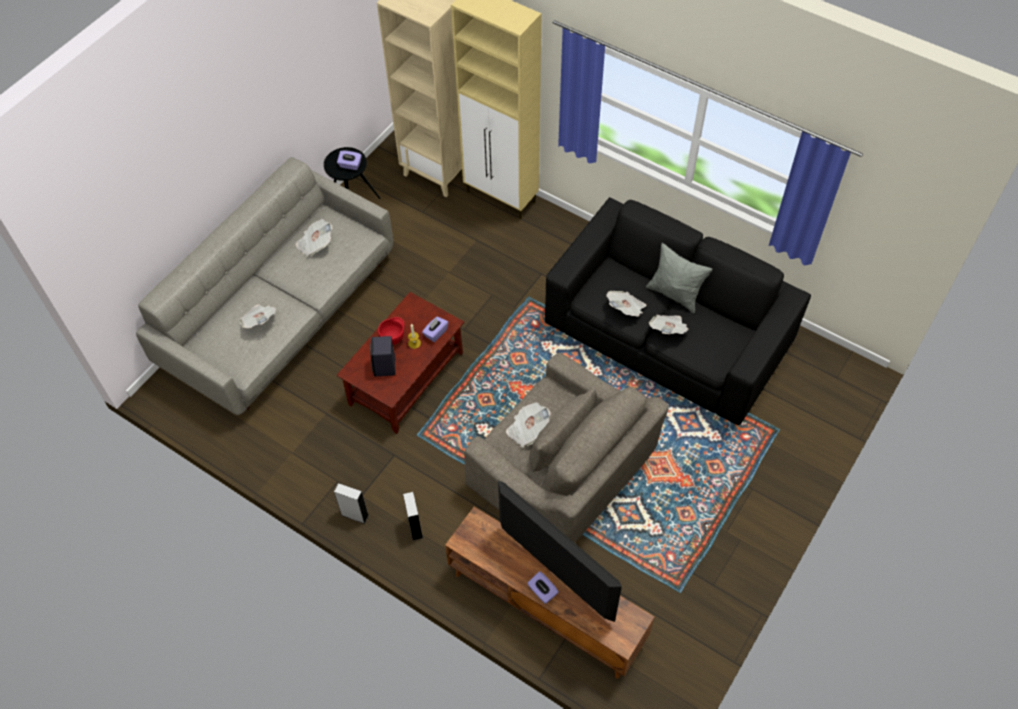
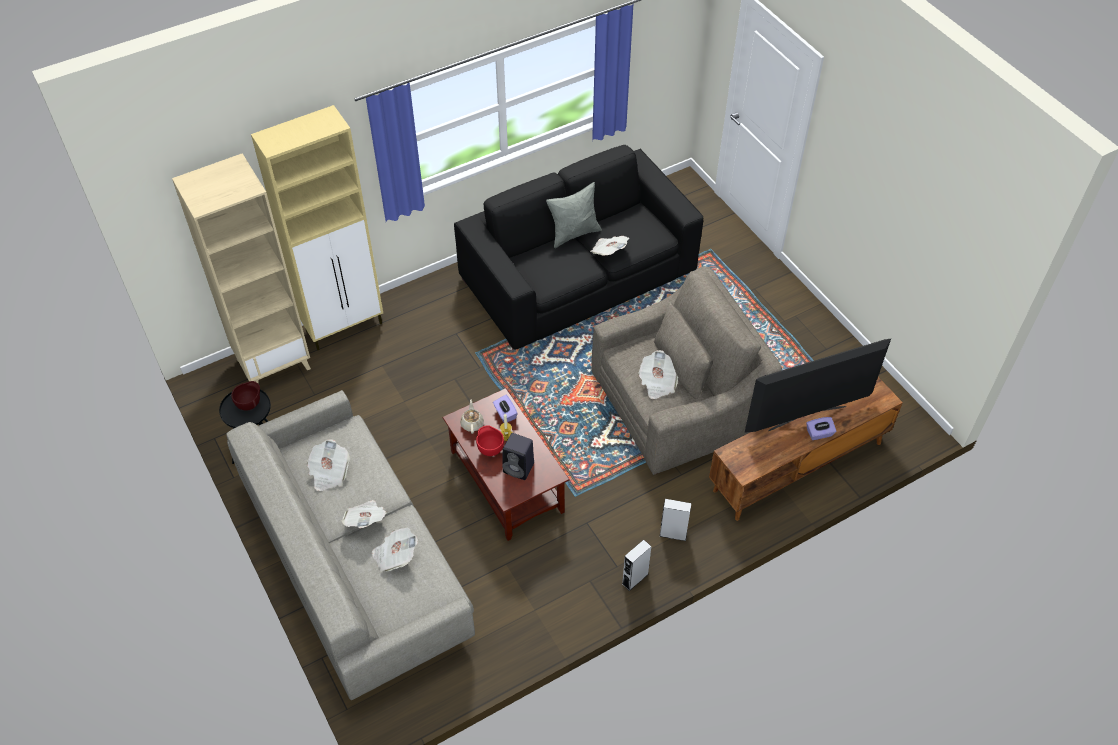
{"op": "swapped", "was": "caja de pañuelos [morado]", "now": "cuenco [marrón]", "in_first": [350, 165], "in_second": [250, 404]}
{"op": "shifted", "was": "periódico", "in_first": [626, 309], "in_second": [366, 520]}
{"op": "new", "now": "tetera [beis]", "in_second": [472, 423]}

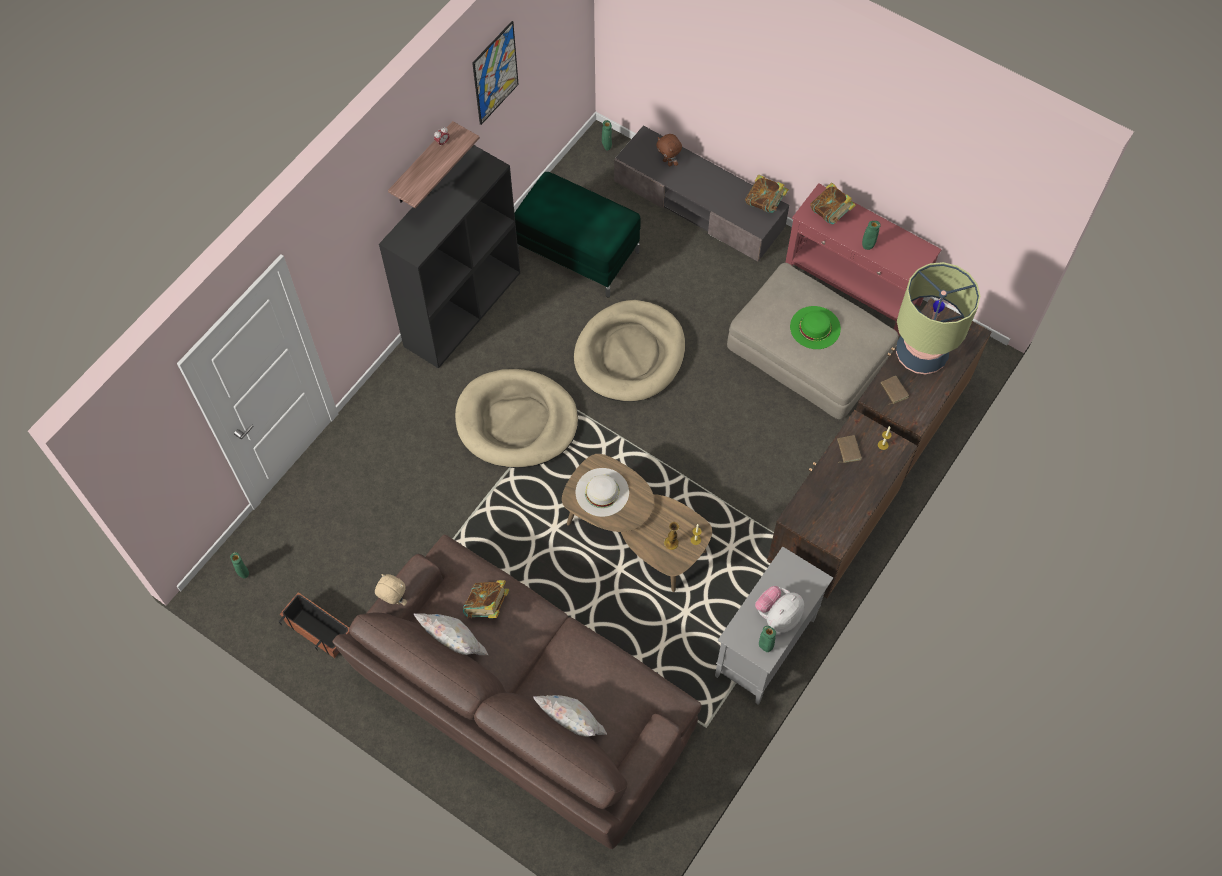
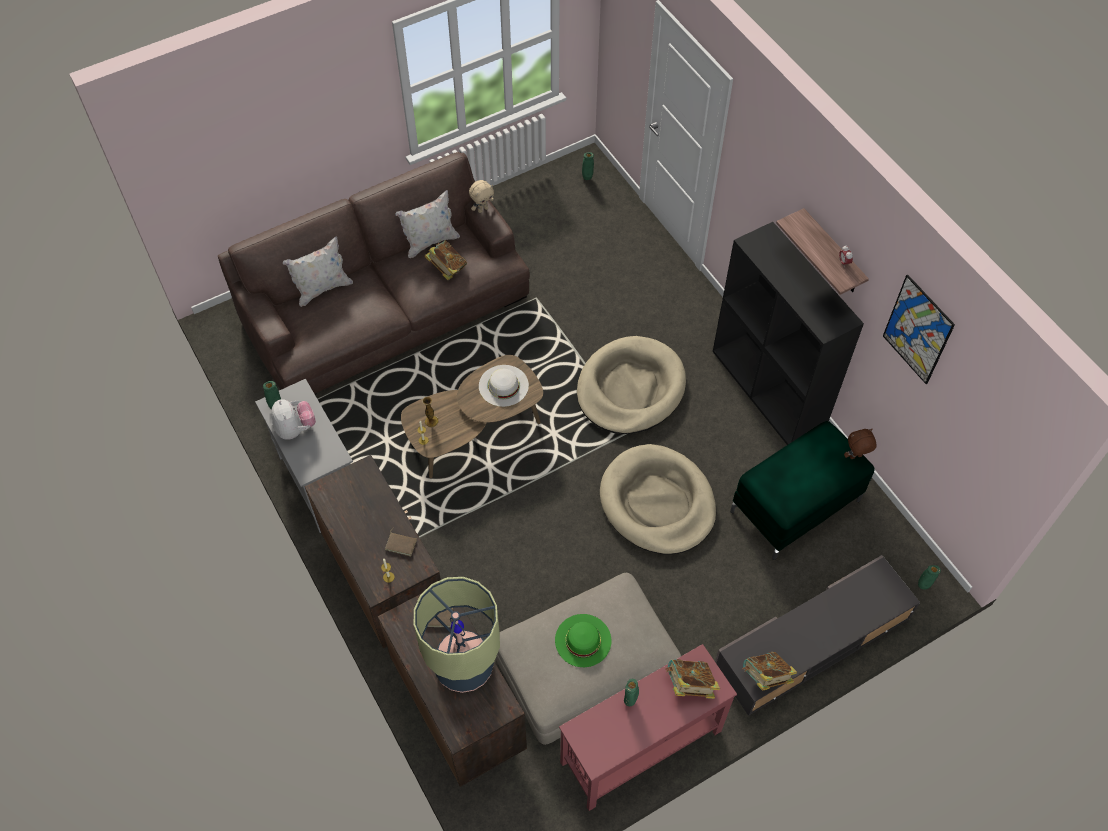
{"op": "gone", "was": "maceta", "in_first": [319, 631]}
{"op": "shifted", "was": "peluche [marrón]", "in_first": [668, 162], "in_second": [855, 457]}

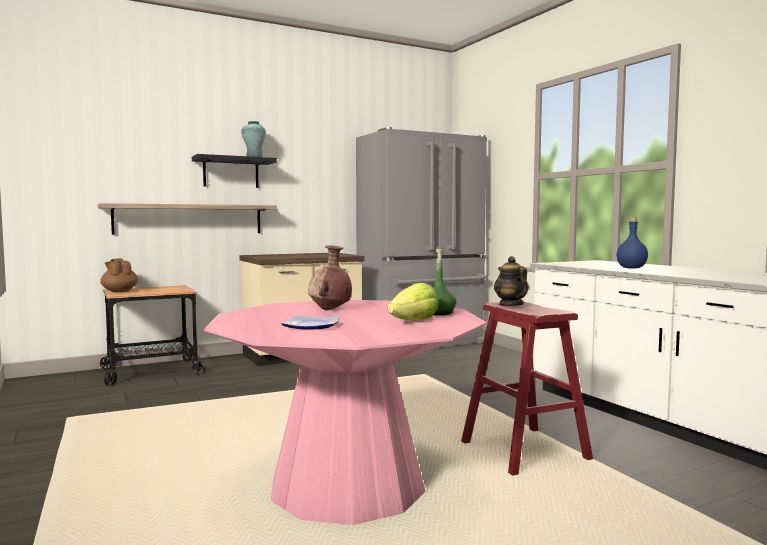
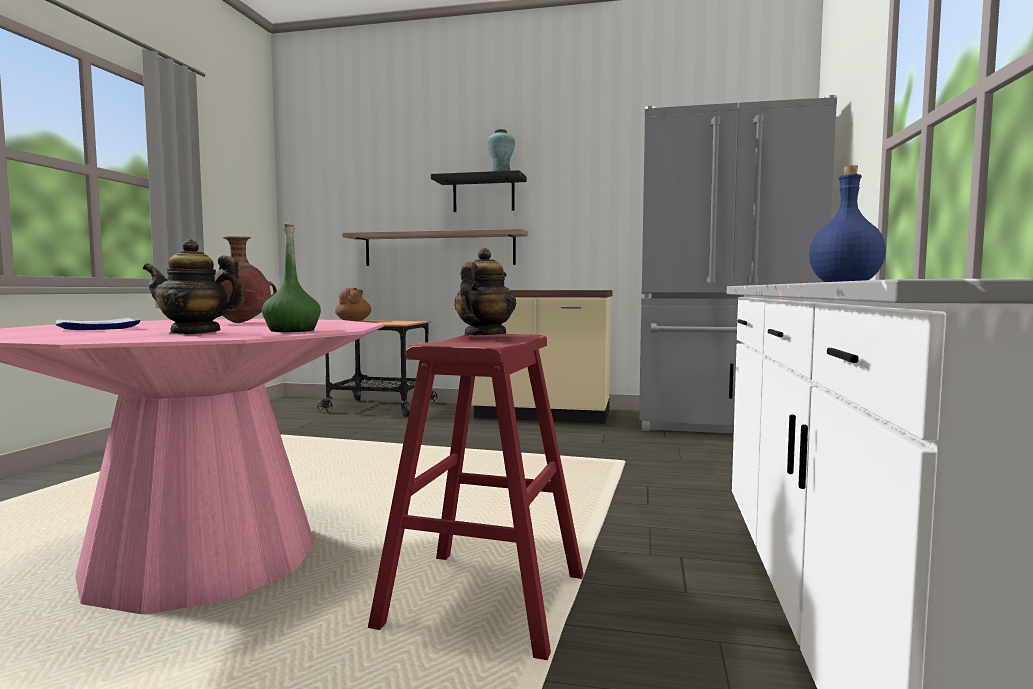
{"op": "swapped", "was": "lechuga", "now": "tetera", "in_first": [414, 321], "in_second": [195, 333]}

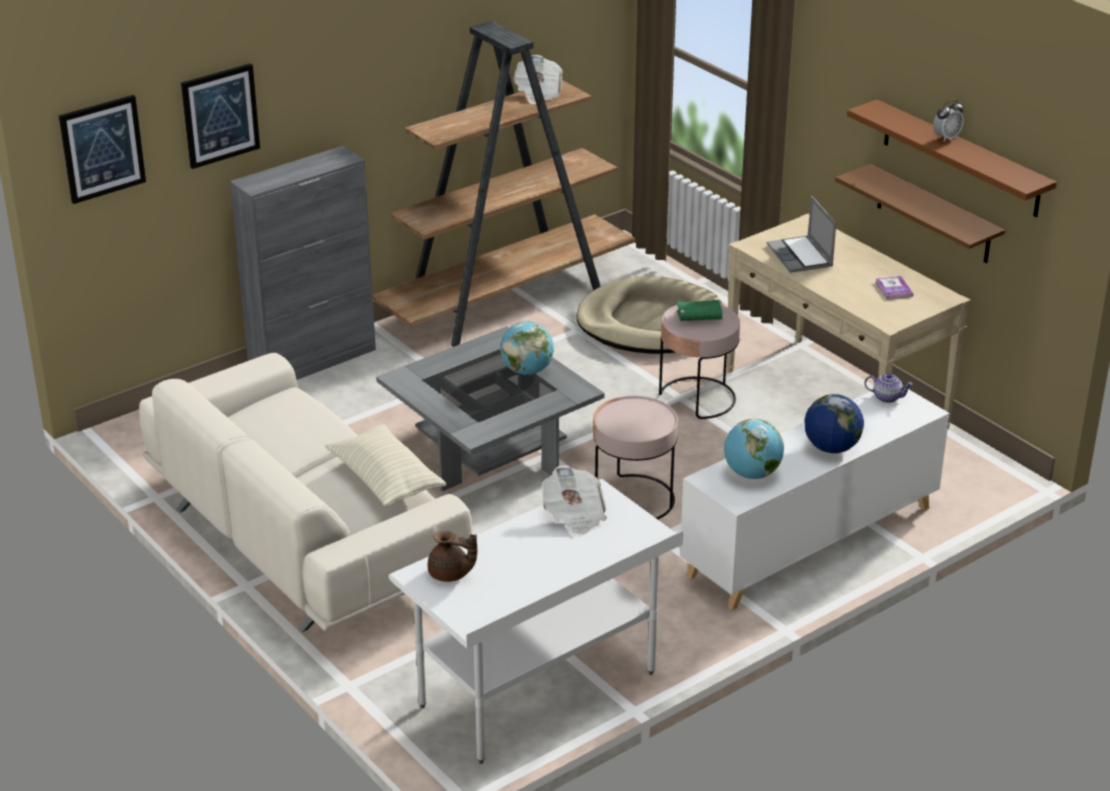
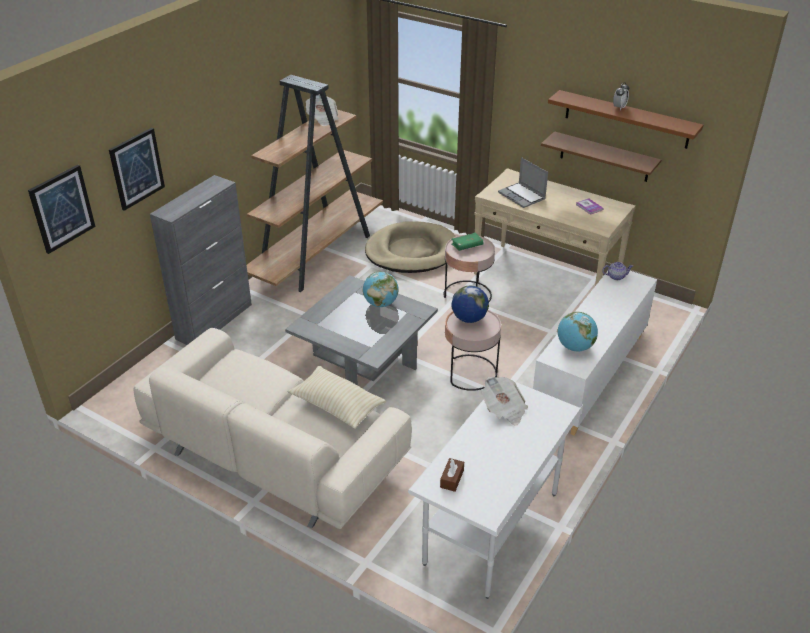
{"op": "swapped", "was": "tetera [marrón]", "now": "caja de pañuelos [marrón]", "in_first": [450, 574], "in_second": [452, 479]}
{"op": "shifted", "was": "globo terráqueo", "in_first": [831, 448], "in_second": [469, 319]}

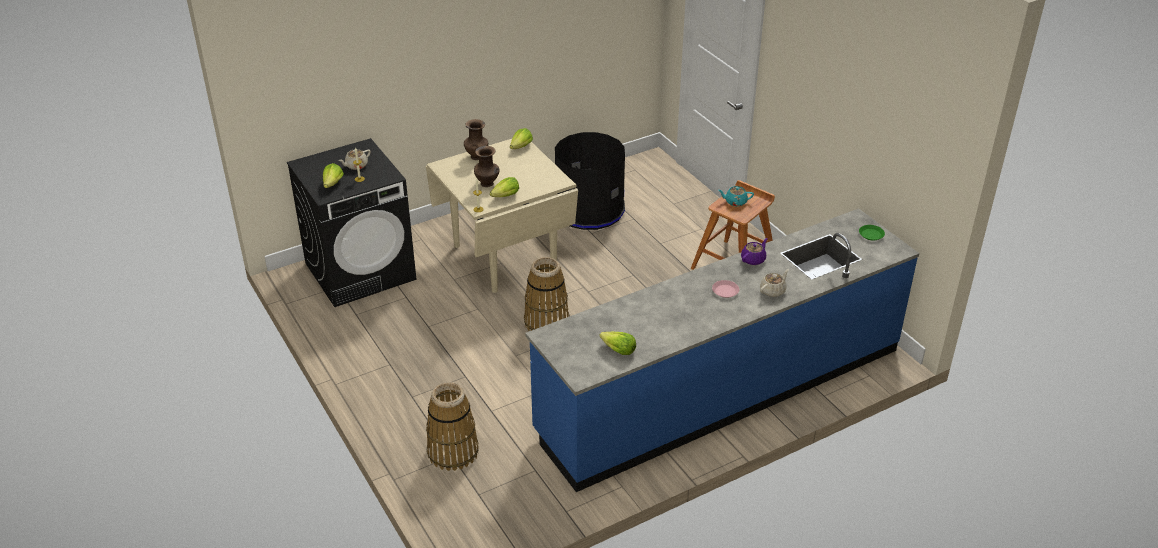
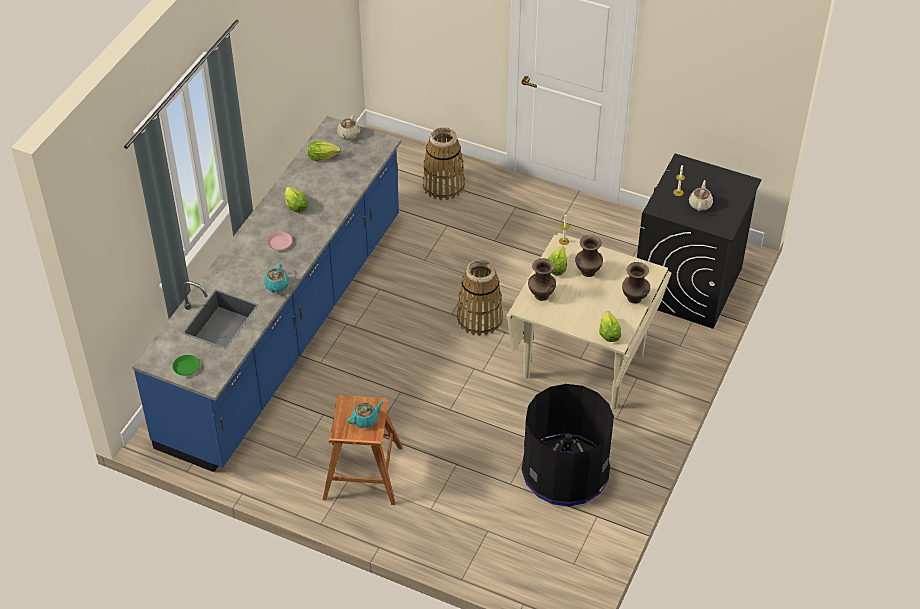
{"op": "shifted", "was": "lechuga", "in_first": [333, 184], "in_second": [295, 206]}
{"op": "repainted", "was": "tetera [morado]", "now": "tetera [turquesa]", "in_first": [753, 259], "in_second": [277, 286]}
{"op": "shifted", "was": "tetera [beis]", "in_first": [773, 291], "in_second": [348, 134]}
{"op": "new", "now": "florero [marrón]", "in_second": [541, 295]}

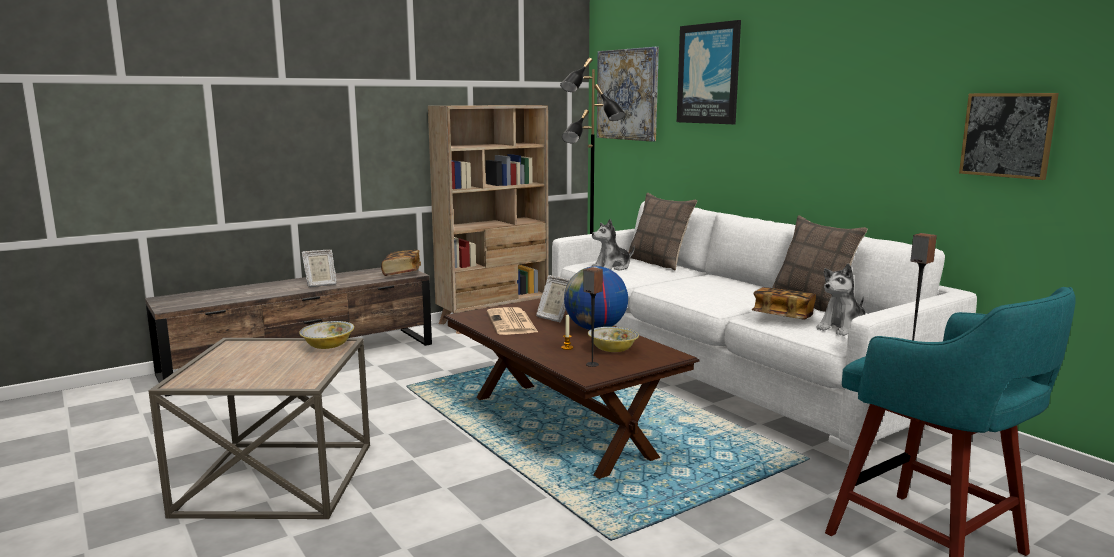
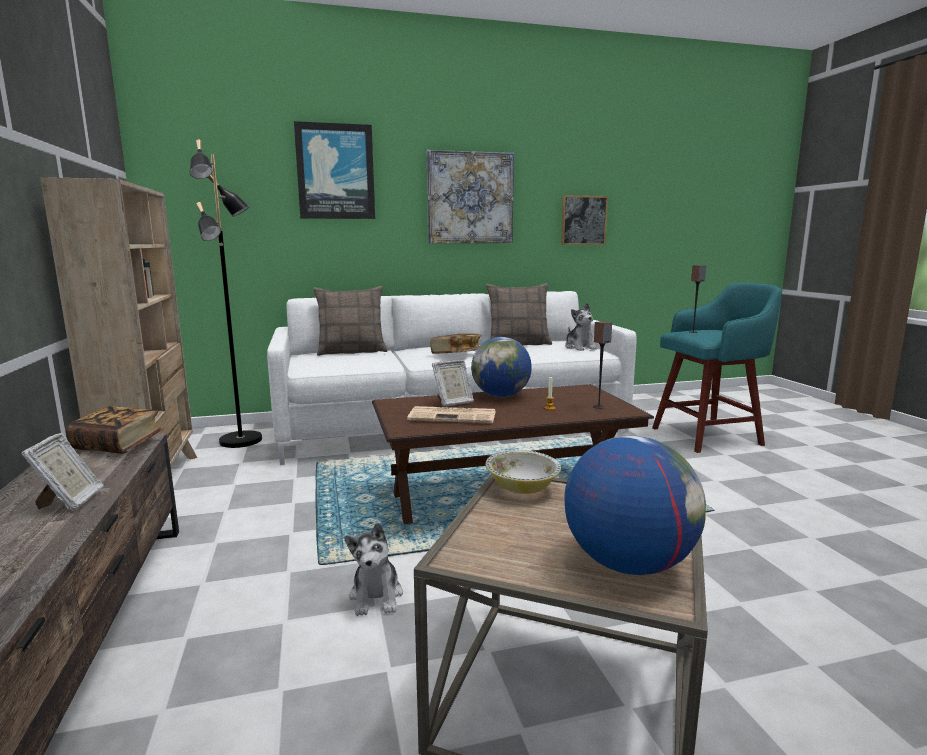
{"op": "gone", "was": "cuenco", "in_first": [612, 350]}
{"op": "shifted", "was": "peluche", "in_first": [612, 267], "in_second": [376, 596]}
{"op": "shifted", "was": "cuadro", "in_first": [627, 94], "in_second": [470, 198]}
{"op": "shifted", "was": "libro", "in_first": [783, 317], "in_second": [456, 354]}
{"op": "new", "now": "globo terráqueo", "in_second": [628, 563]}

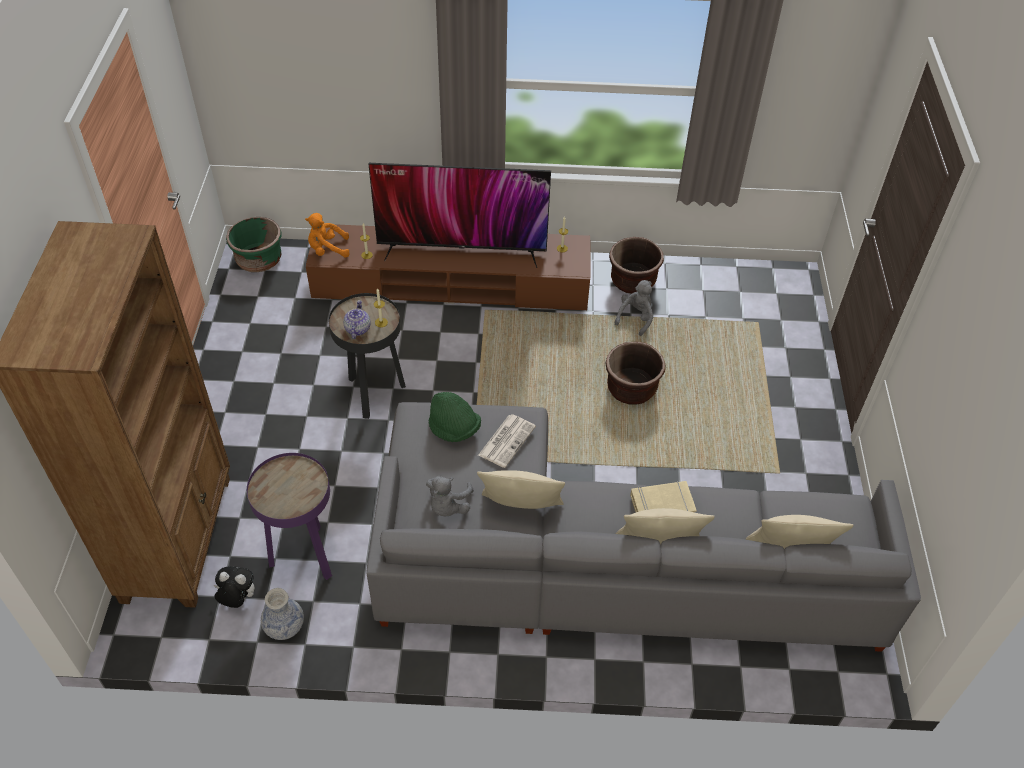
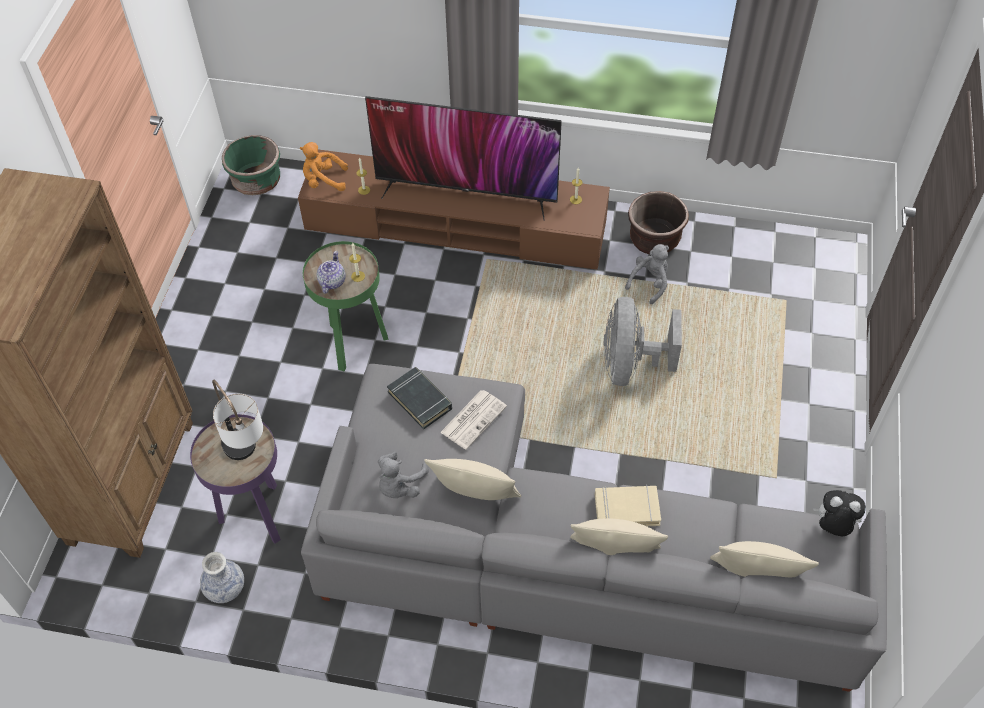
{"op": "shifted", "was": "peluche", "in_first": [237, 599], "in_second": [833, 526]}
{"op": "repainted", "was": "mesa auxiliar [negro]", "now": "mesa auxiliar [verde]", "in_first": [373, 394], "in_second": [353, 344]}
{"op": "swapped", "was": "sombrero [verde]", "now": "libro [negro]", "in_first": [454, 429], "in_second": [420, 400]}
{"op": "swapped", "was": "maceta [marrón]", "now": "ventilador [gris]", "in_first": [631, 389], "in_second": [630, 364]}
{"op": "new", "now": "lámpara de mesa", "in_second": [247, 457]}

